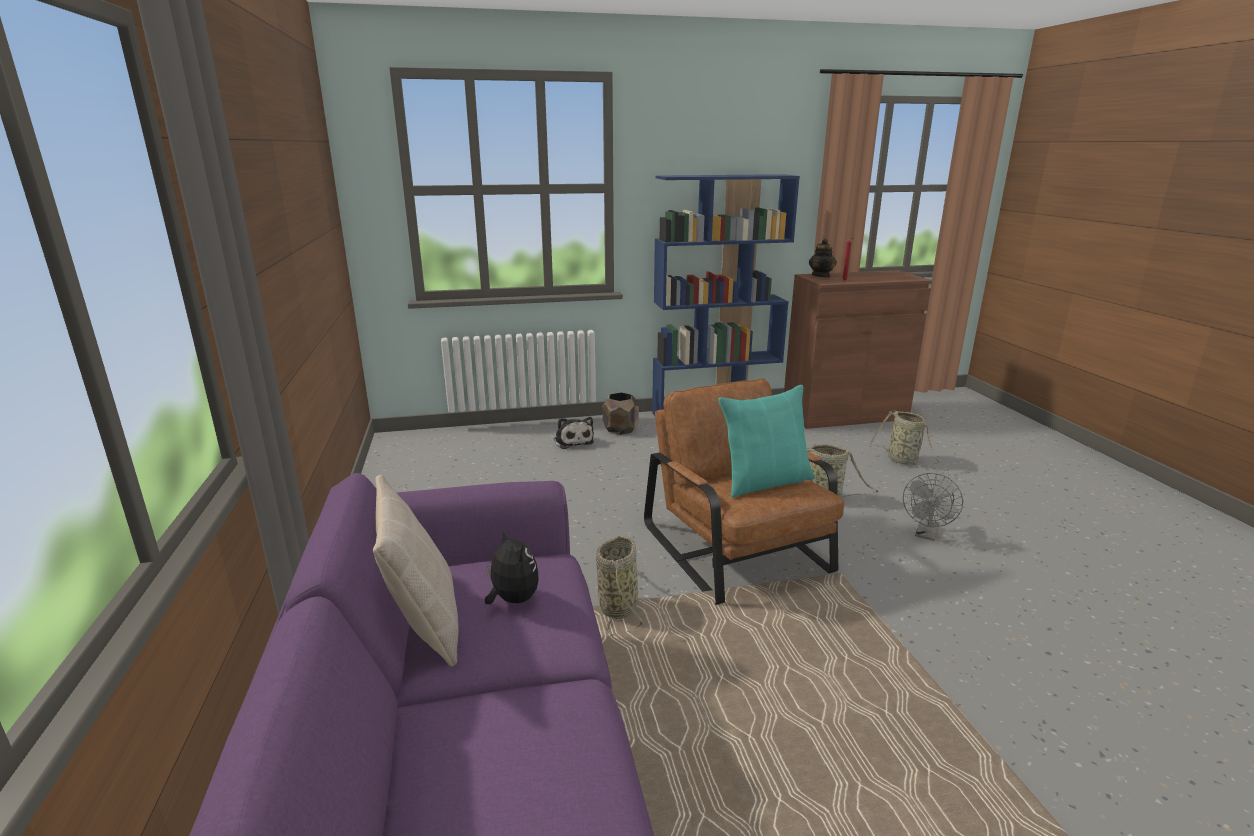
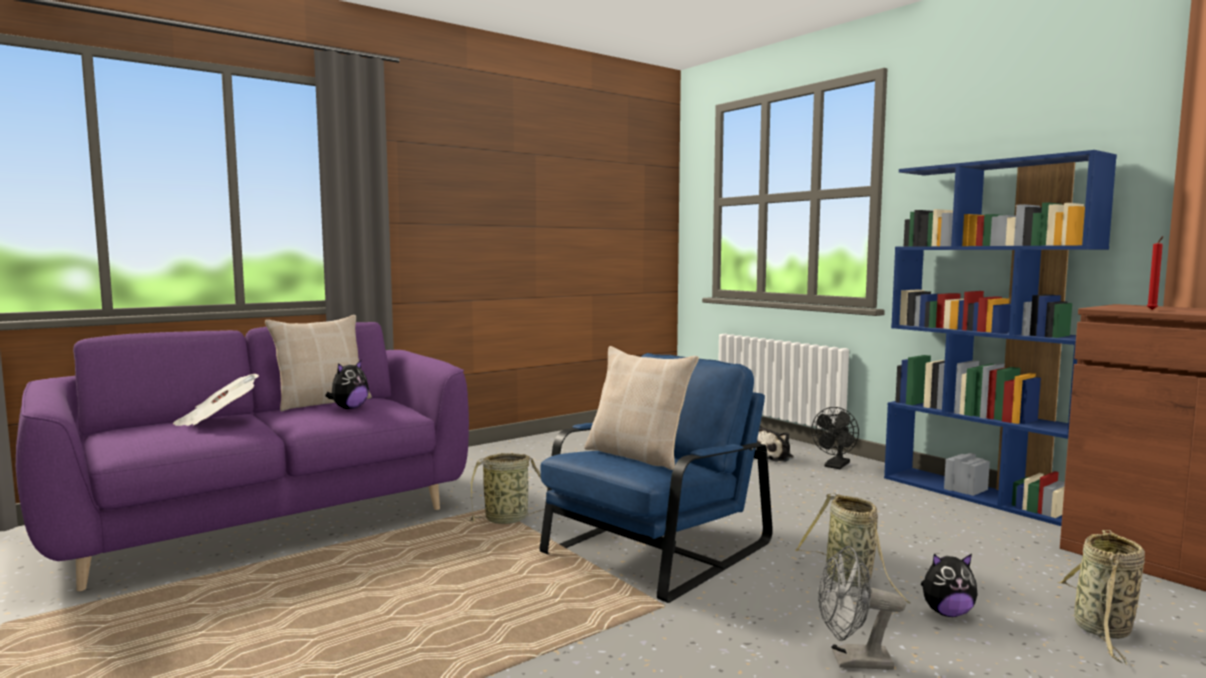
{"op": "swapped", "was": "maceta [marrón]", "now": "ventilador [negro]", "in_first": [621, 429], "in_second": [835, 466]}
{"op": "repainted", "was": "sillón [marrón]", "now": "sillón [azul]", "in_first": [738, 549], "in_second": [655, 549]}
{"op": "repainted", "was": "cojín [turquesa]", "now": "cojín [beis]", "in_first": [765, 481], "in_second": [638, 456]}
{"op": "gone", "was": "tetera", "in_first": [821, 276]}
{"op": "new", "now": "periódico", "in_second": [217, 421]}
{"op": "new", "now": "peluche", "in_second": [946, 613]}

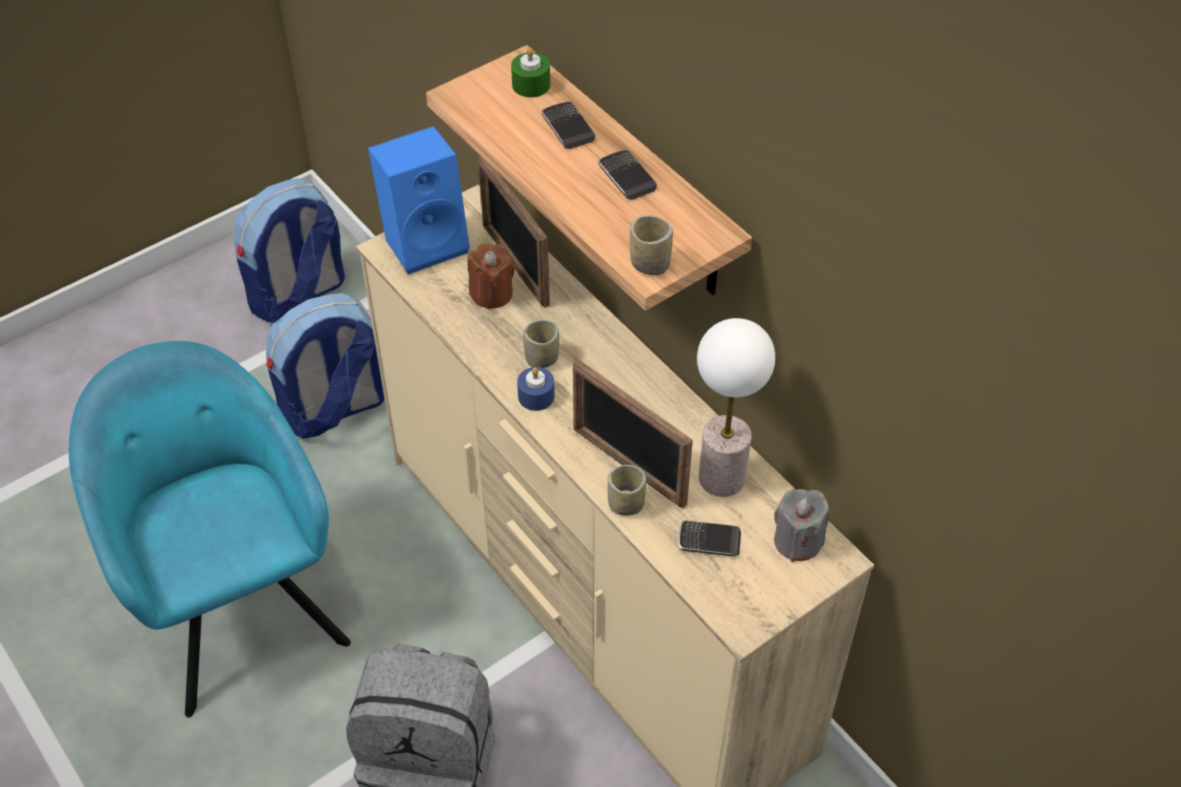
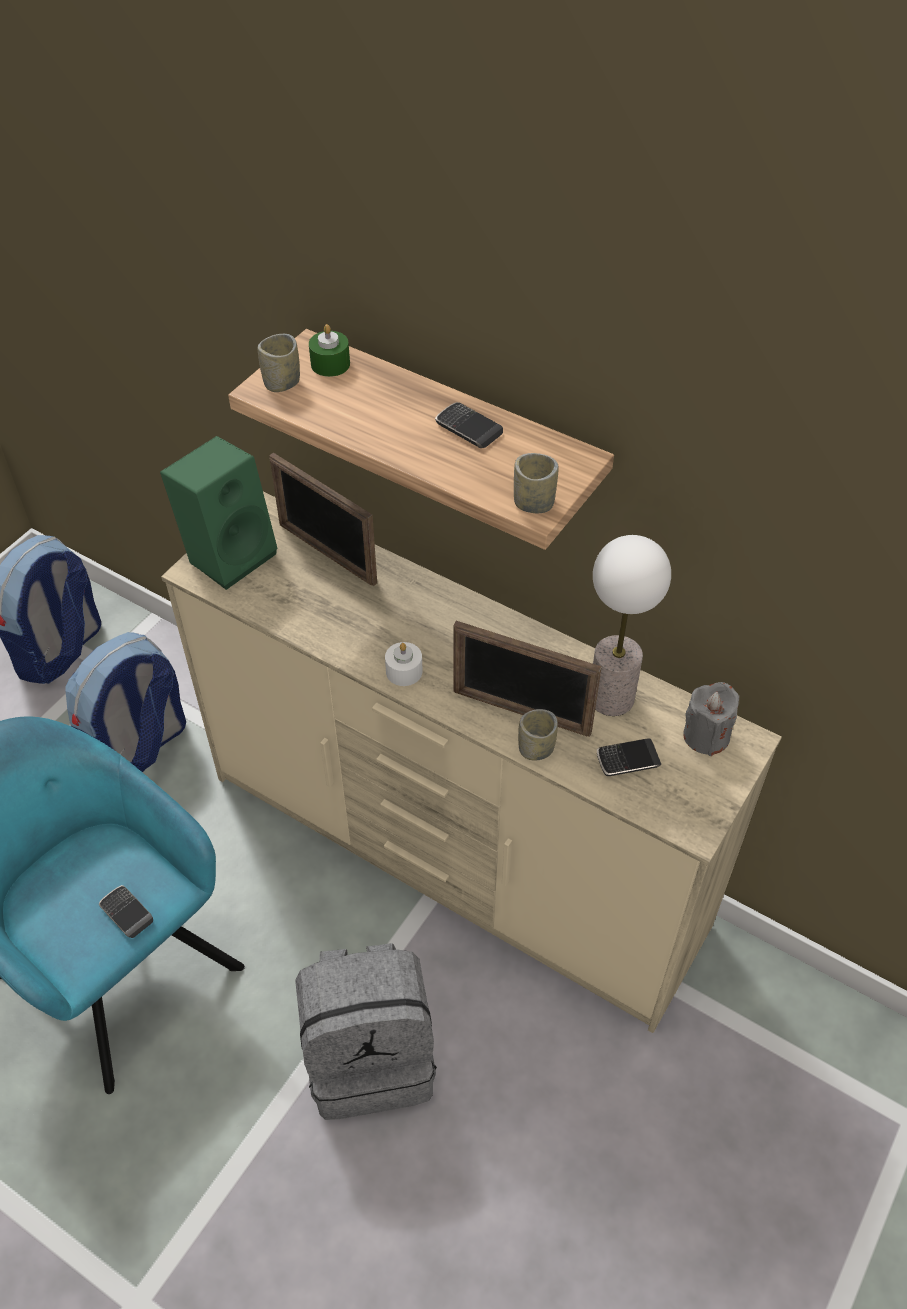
{"op": "repainted", "was": "altavoz [azul]", "now": "altavoz [verde]", "in_first": [426, 241], "in_second": [230, 553]}
{"op": "gone", "was": "vela [marrón]", "in_first": [491, 293]}
{"op": "repainted", "was": "vela [azul]", "now": "vela [blanco]", "in_first": [536, 396], "in_second": [404, 671]}
{"op": "shifted", "was": "taza", "in_first": [542, 358], "in_second": [282, 383]}
{"op": "shifted", "was": "móvil", "in_first": [568, 128], "in_second": [126, 913]}

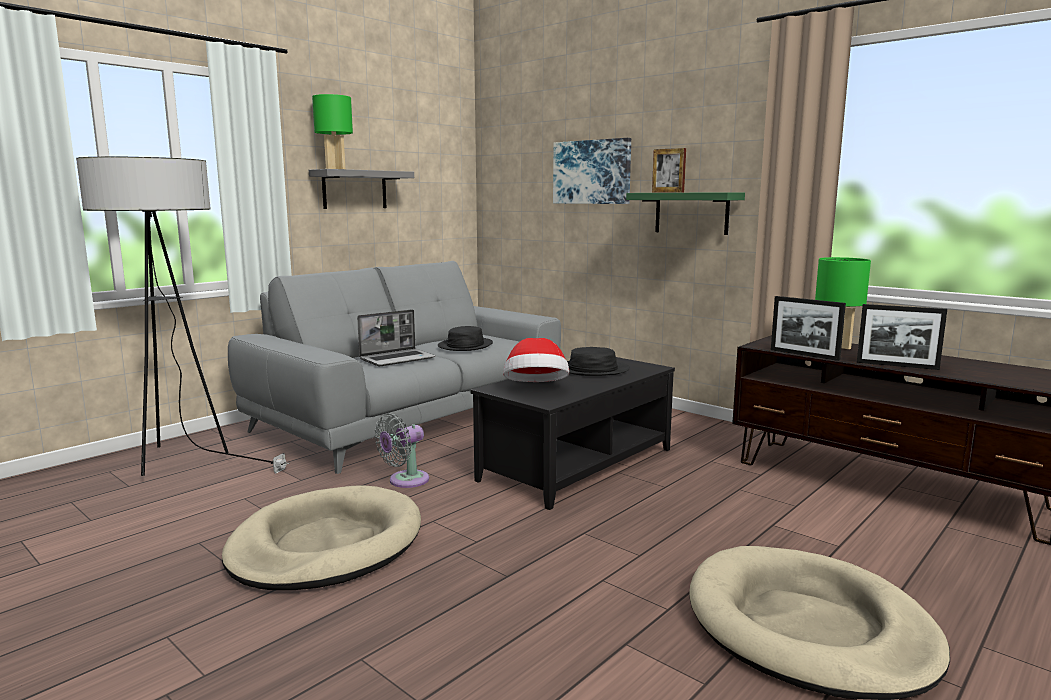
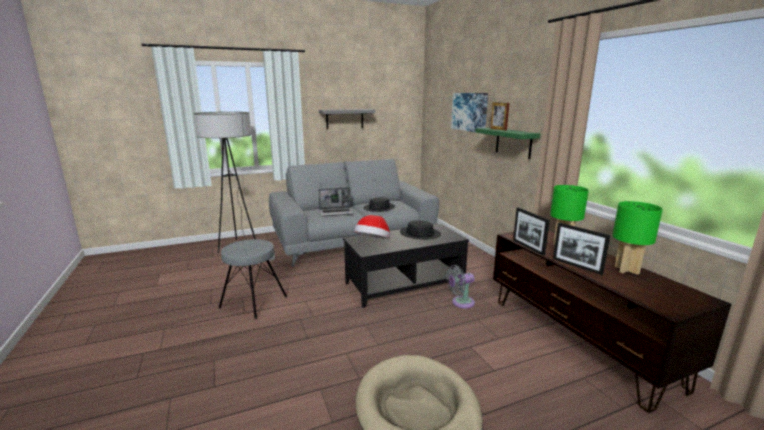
{"op": "swapped", "was": "cama para perro [beis]", "now": "taburete [gris]", "in_first": [326, 545], "in_second": [253, 302]}
{"op": "shifted", "was": "lámpara de mesa [verde]", "in_first": [336, 169], "in_second": [627, 270]}
{"op": "shifted", "was": "ventilador [gris]", "in_first": [405, 481], "in_second": [460, 303]}

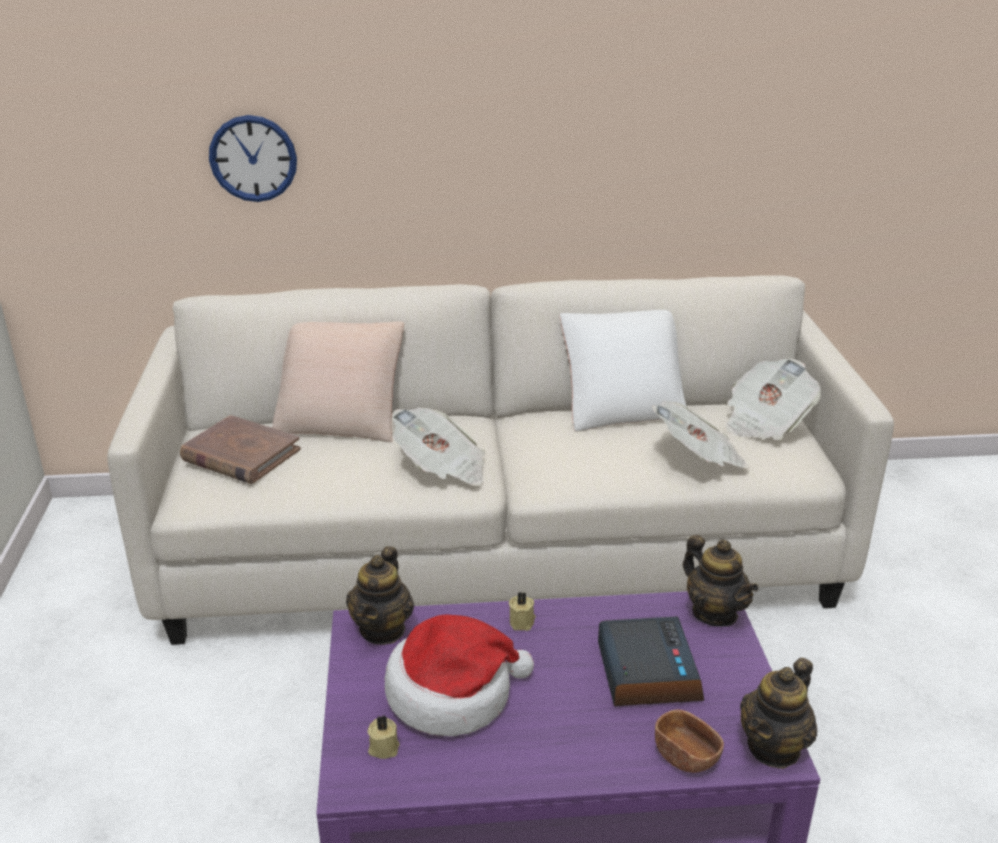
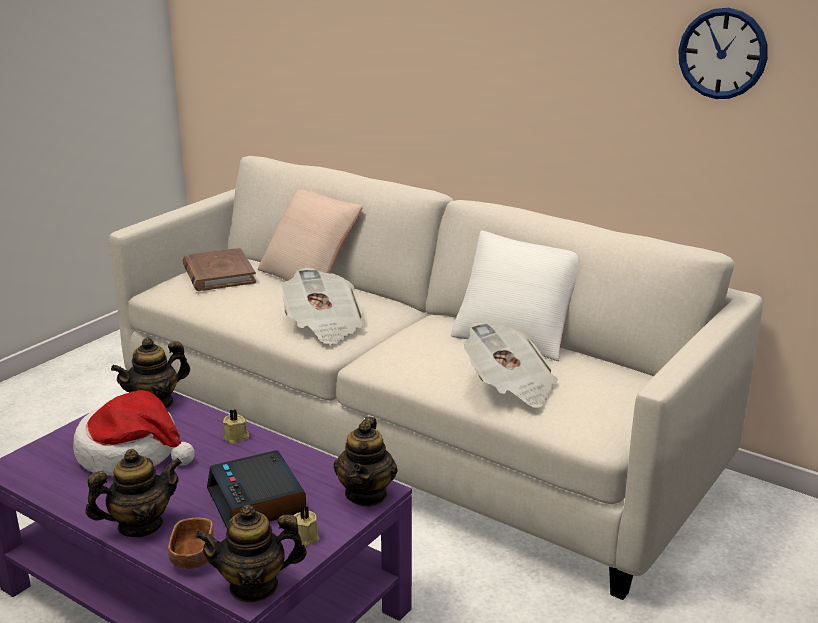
{"op": "shifted", "was": "reloj de pared", "in_first": [253, 158], "in_second": [722, 53]}
{"op": "shifted", "was": "vela [beis]", "in_first": [383, 747], "in_second": [306, 536]}
{"op": "rotated", "was": "despertador", "in_first": [646, 671], "in_second": [258, 501], "clockwise": 120}
{"op": "gone", "was": "periódico", "in_first": [765, 422]}
{"op": "new", "now": "tetera", "in_second": [140, 525]}

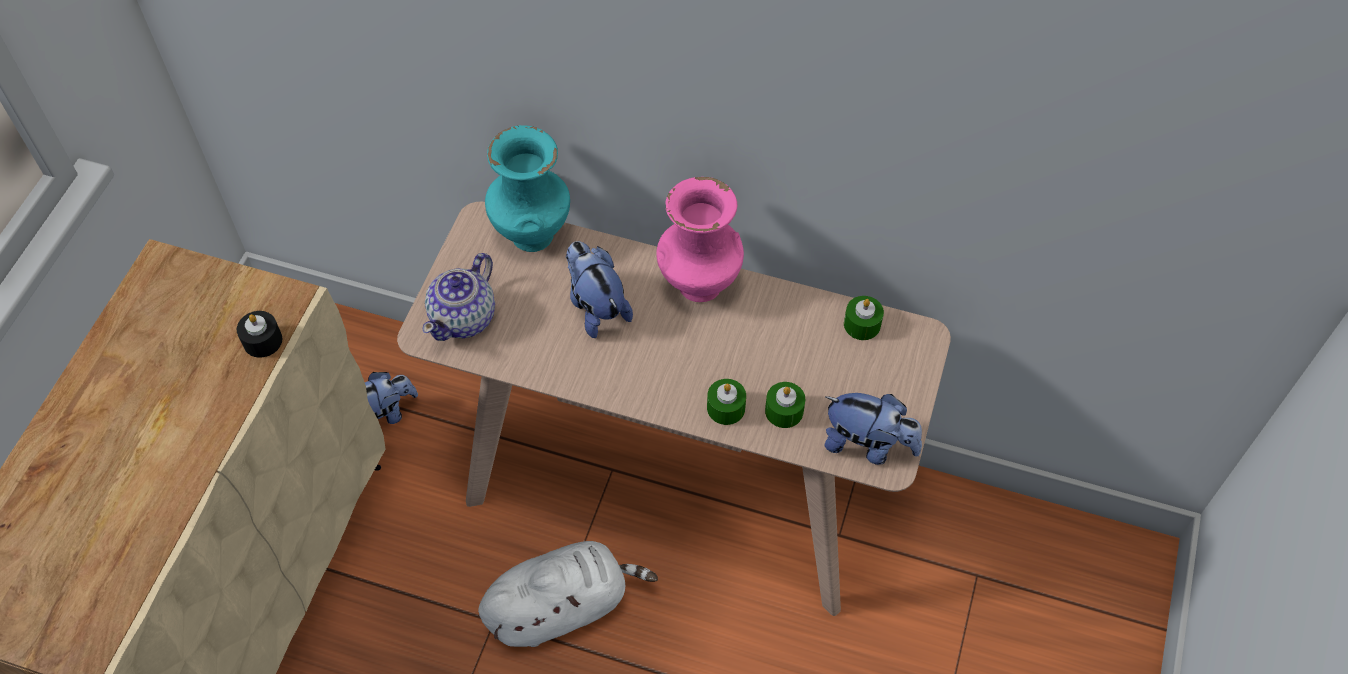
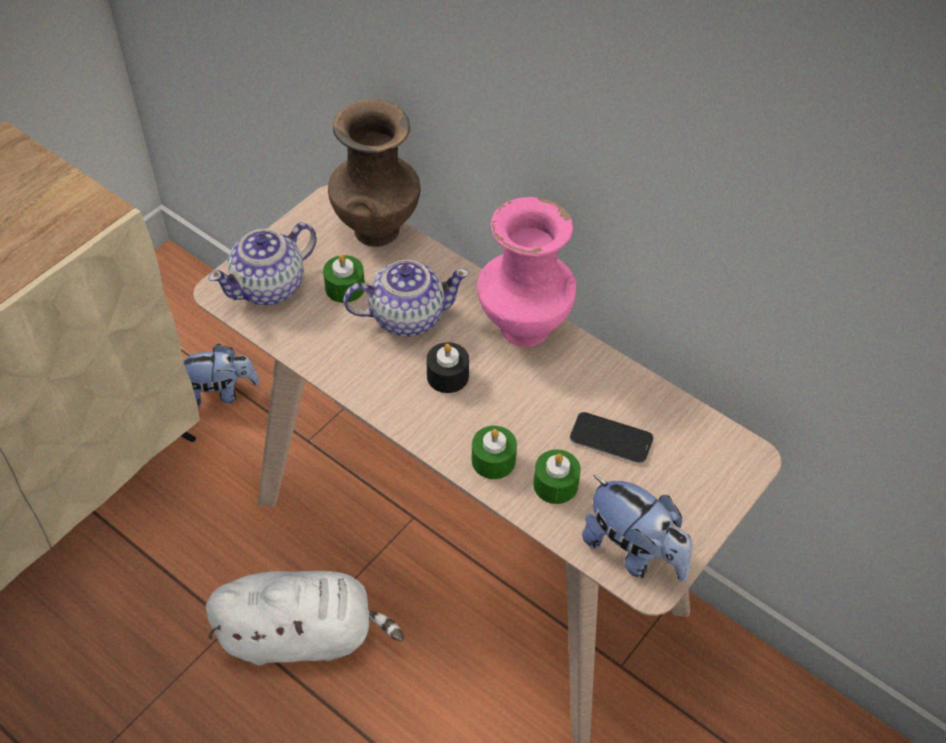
{"op": "shifted", "was": "vela [negro]", "in_first": [262, 341], "in_second": [447, 376]}
{"op": "repainted", "was": "florero [turquesa]", "now": "florero [marrón]", "in_first": [531, 233], "in_second": [376, 229]}
{"op": "swapped", "was": "peluche", "now": "tetera", "in_first": [596, 306], "in_second": [406, 316]}
{"op": "shifted", "was": "vela [verde]", "in_first": [862, 324], "in_second": [345, 287]}
{"op": "new", "now": "móvil", "in_second": [611, 439]}

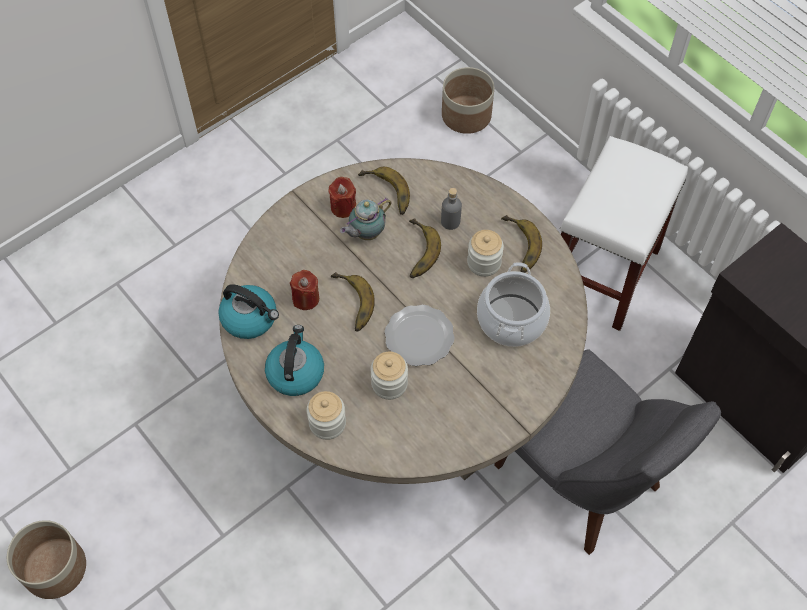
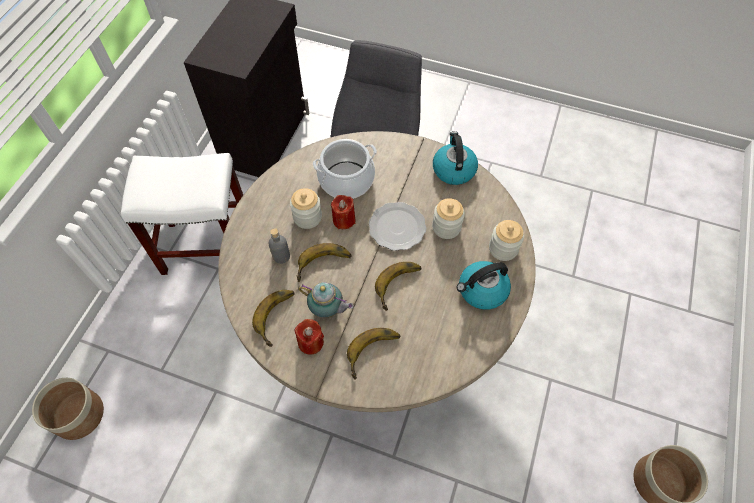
{"op": "shifted", "was": "hervidor", "in_first": [250, 318], "in_second": [453, 169]}
{"op": "shifted", "was": "vela [rojo]", "in_first": [306, 298], "in_second": [344, 220]}
{"op": "shifted", "was": "plátano", "in_first": [517, 247], "in_second": [375, 354]}

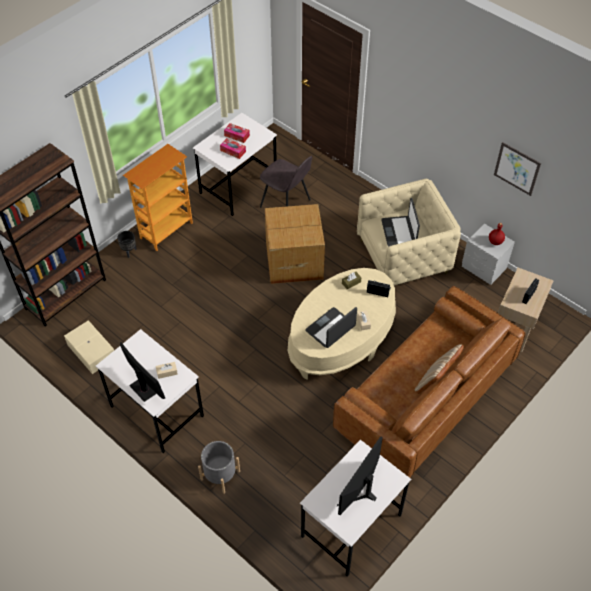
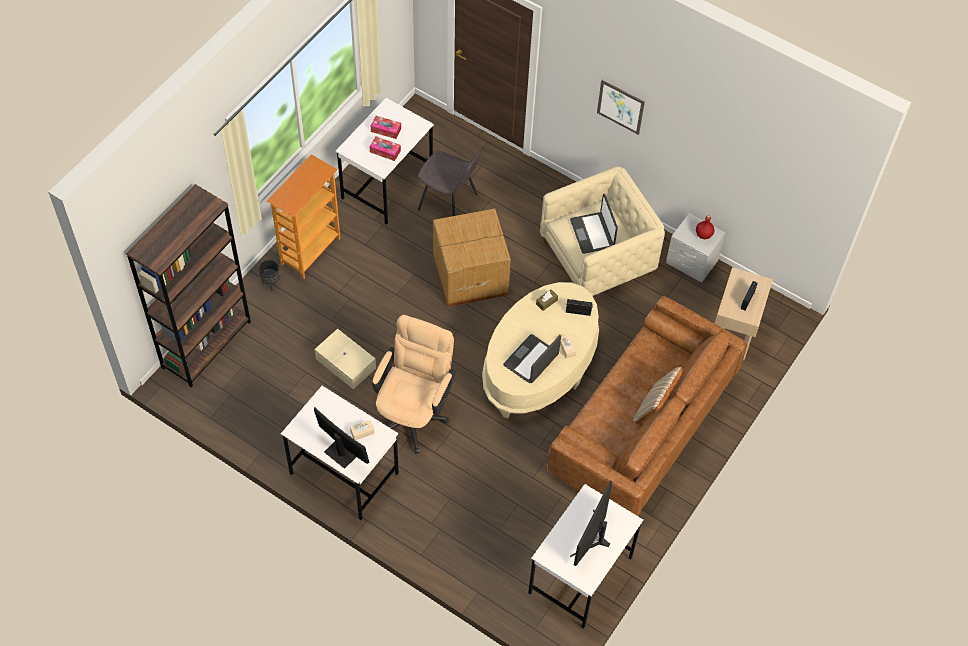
{"op": "shifted", "was": "caja de almacenaje [beis]", "in_first": [91, 352], "in_second": [345, 364]}
{"op": "gone", "was": "maceta [gris]", "in_first": [220, 475]}
{"op": "shifted", "was": "cuadro", "in_first": [517, 168], "in_second": [620, 107]}
{"op": "new", "now": "silla de oficina [beis]", "in_second": [414, 412]}

